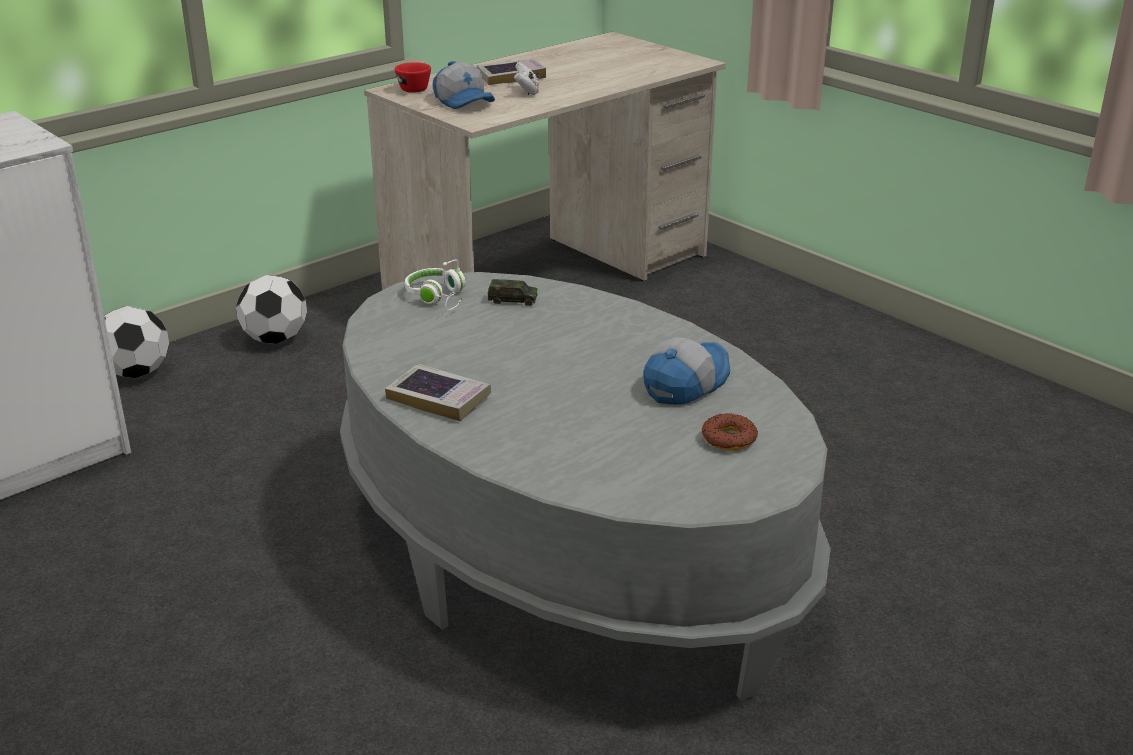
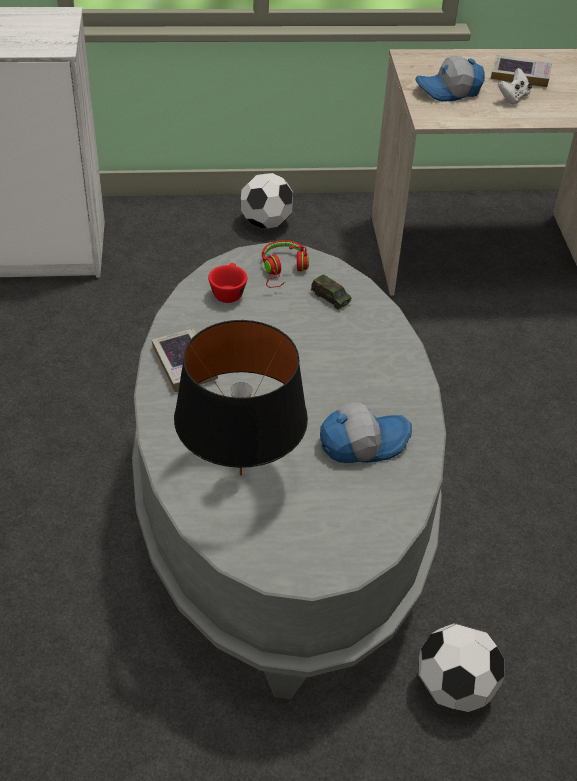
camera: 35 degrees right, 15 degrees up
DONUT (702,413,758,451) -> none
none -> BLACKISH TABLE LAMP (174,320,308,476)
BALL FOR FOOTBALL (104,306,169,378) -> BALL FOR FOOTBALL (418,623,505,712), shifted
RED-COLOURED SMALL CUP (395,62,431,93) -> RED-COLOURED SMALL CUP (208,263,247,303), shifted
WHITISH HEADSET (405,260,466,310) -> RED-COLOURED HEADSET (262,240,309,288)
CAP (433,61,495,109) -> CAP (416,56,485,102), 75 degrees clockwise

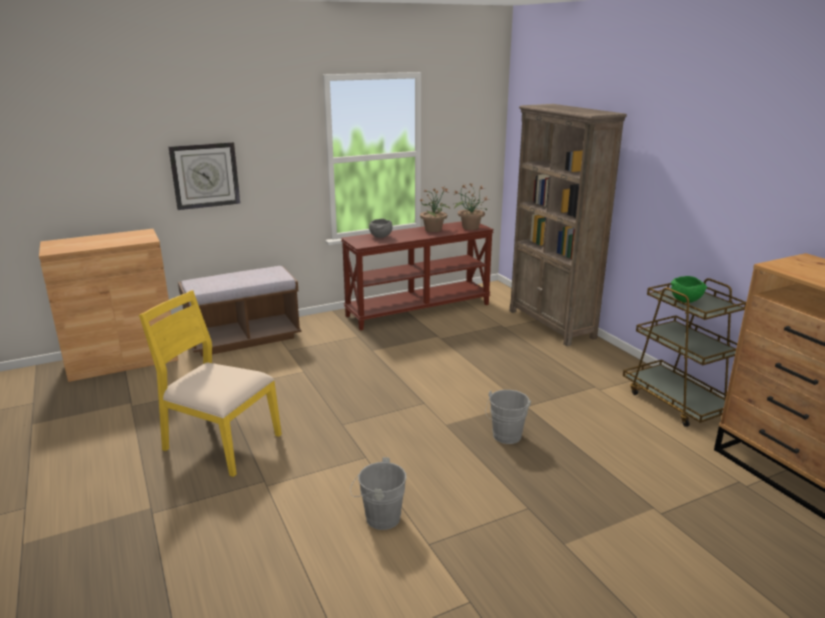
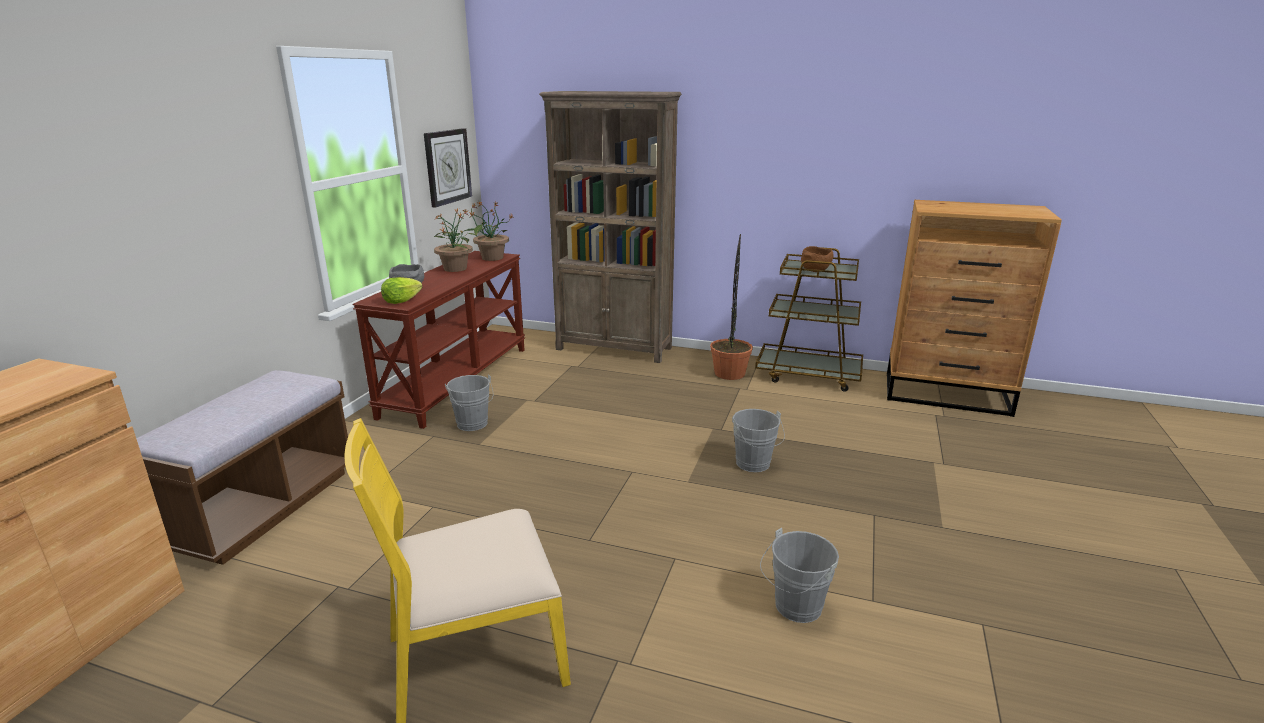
camera: 45 degrees left, 0 degrees up
none -> HEAD OF LETTUCE (381,277,422,304)
none -> GREYISH PAIL (445,374,493,431)
none -> POTTED PLANT (710,234,753,380)
HANGING CLOCK (168,142,240,210) -> HANGING CLOCK (424,128,472,208), shifted
GREENISH DEEP DISH (671,276,707,303) -> BROWN DEEP DISH (801,246,834,272)

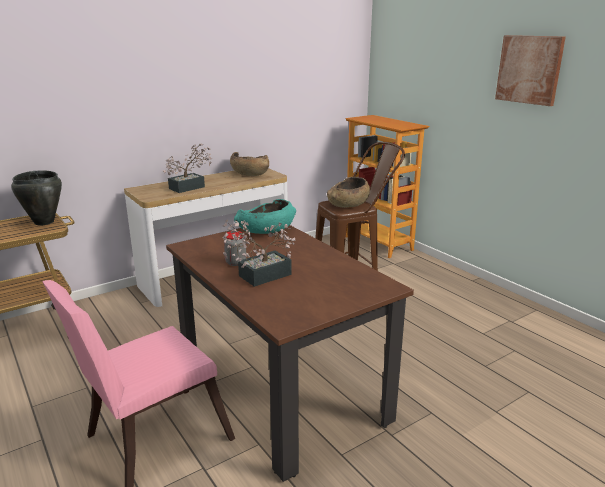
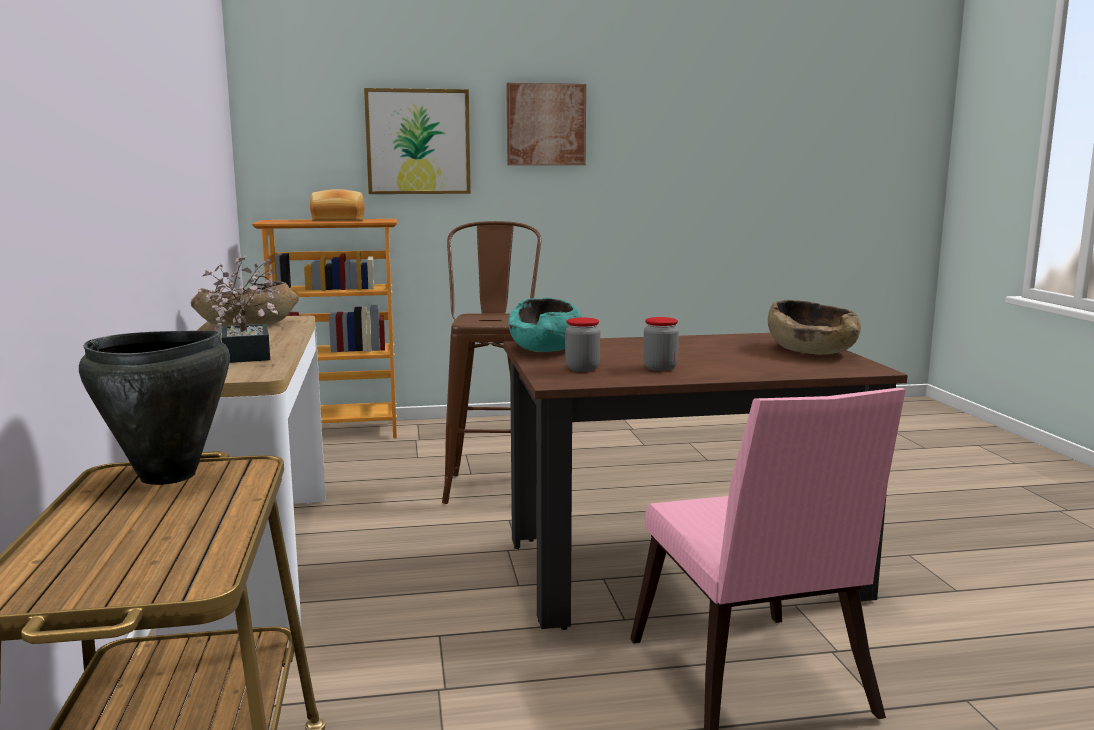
camera: 65 degrees left, 10 degrees down
POTTED PLANT (223,219,295,287) -> none
none -> BREAD (310,189,365,221)
none -> WALL ART (364,88,471,194)
none -> JAR (565,317,600,372)
BROWN DEEP DISH (327,177,370,208) -> BROWN DEEP DISH (768,300,861,355), shifted

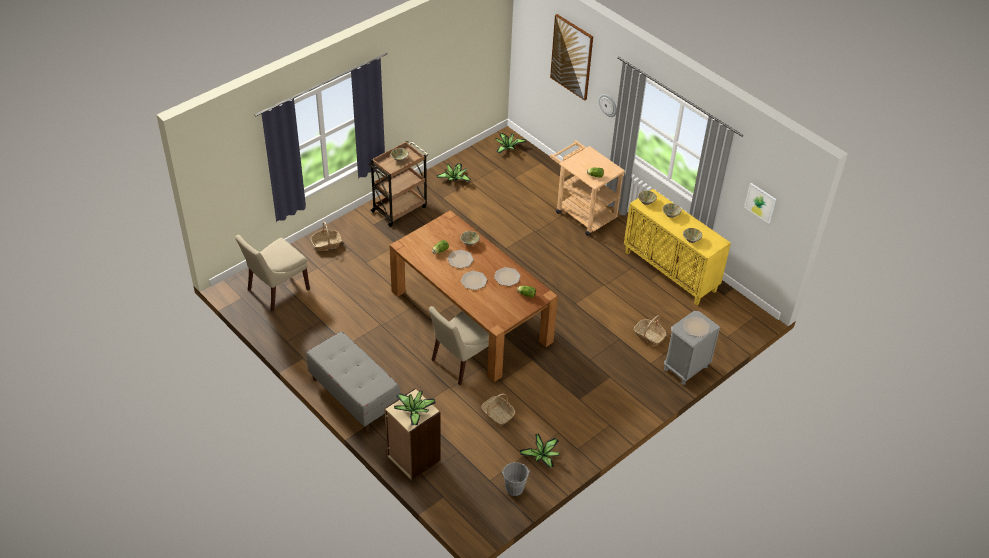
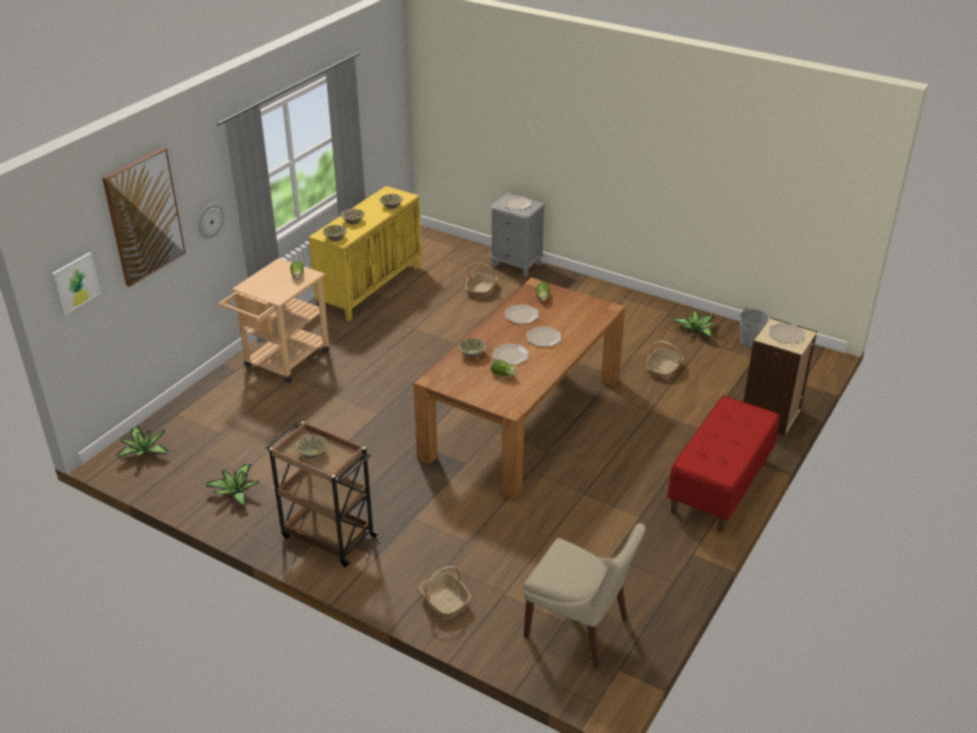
camera: 105 degrees left, 10 degrees down
BEIGE-COLOURED UPRIGHT CHAIR (429,306,489,385) -> none
WALL ART (744,183,776,224) -> WALL ART (52,252,101,315), shifted
POTTED PLANT (394,390,436,425) -> FLAT DISH (769,323,805,343)
GREYISH LONG SEAT (306,331,400,433) -> RED-COLOURED LONG SEAT (667,396,779,532)

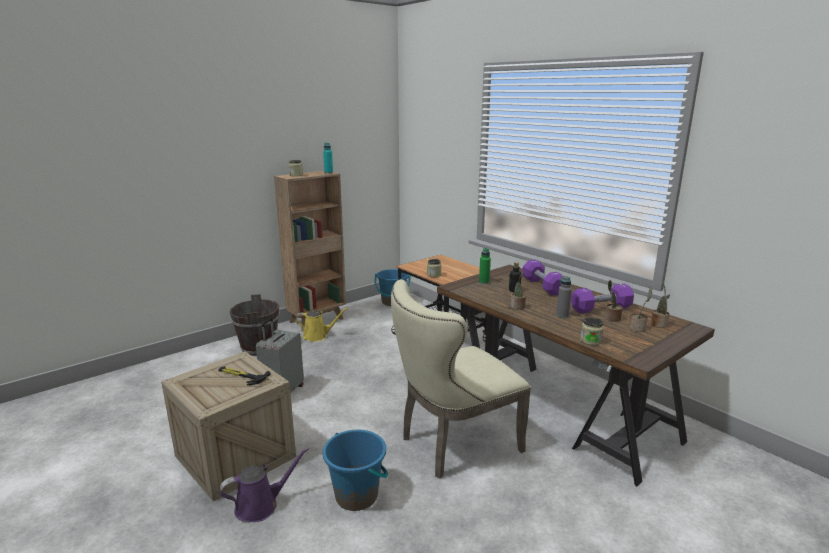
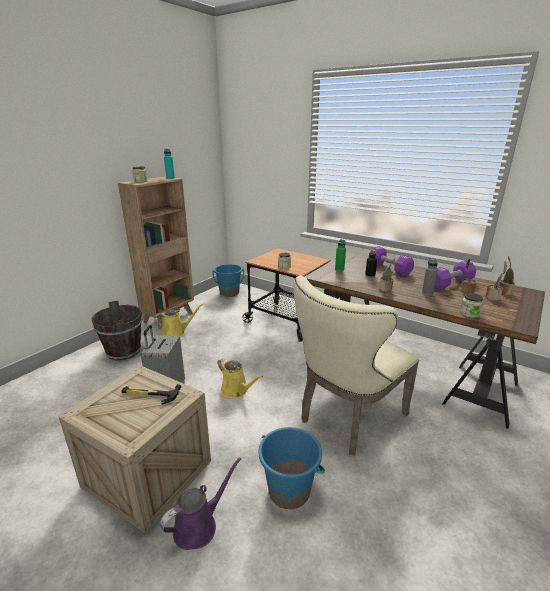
camera: 15 degrees left, 5 degrees up
none -> YELLOW-COLOURED WATERING CAN (217,358,263,398)

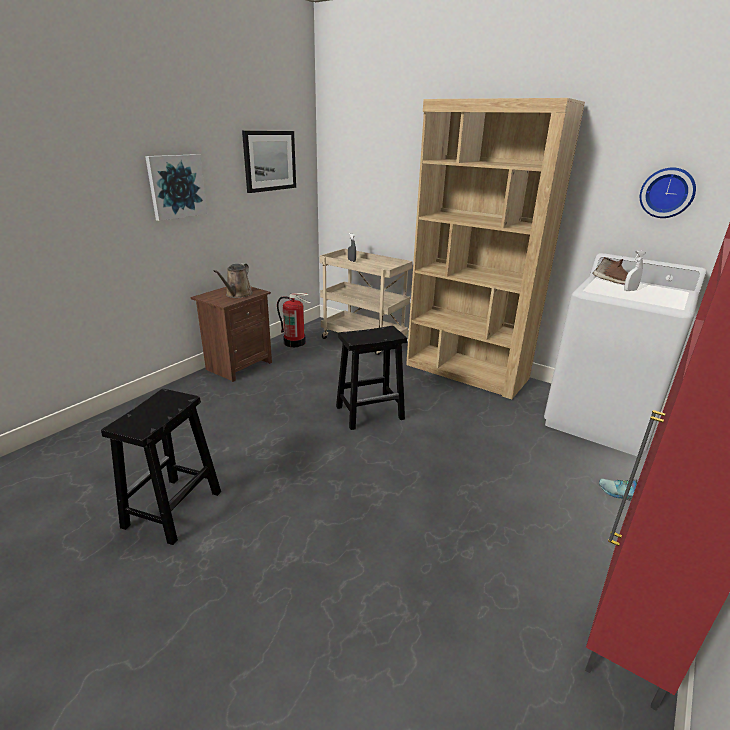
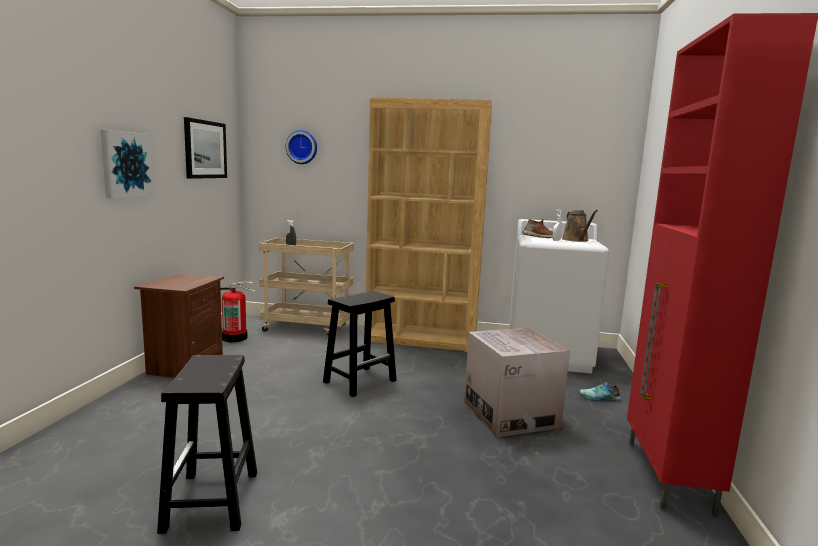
camera: 25 degrees left, 15 degrees down
none -> CARDBOARD BOX (464,328,570,437)
BROWN WATERING CAN (214,263,253,298) -> BROWN WATERING CAN (562,210,598,242), shifted
HANGING CLOCK (640,167,696,218) -> HANGING CLOCK (286,130,317,164), shifted

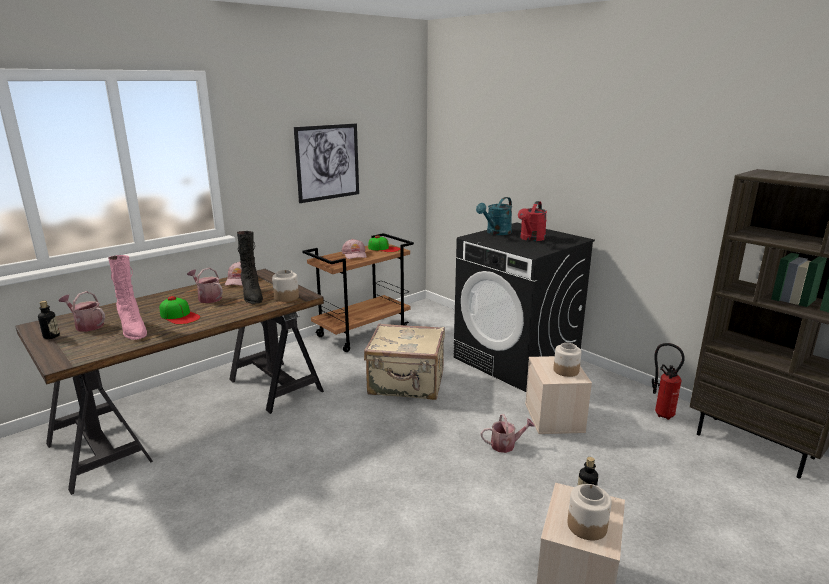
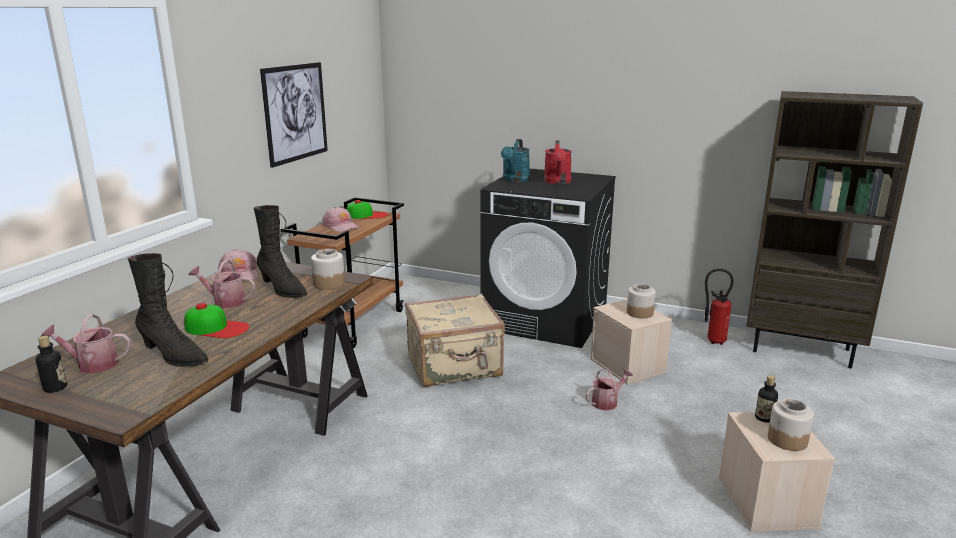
camera: 25 degrees left, 0 degrees up
PINK TALL BOOT (108,255,147,340) -> BLACKISH TALL BOOT (128,253,208,367)

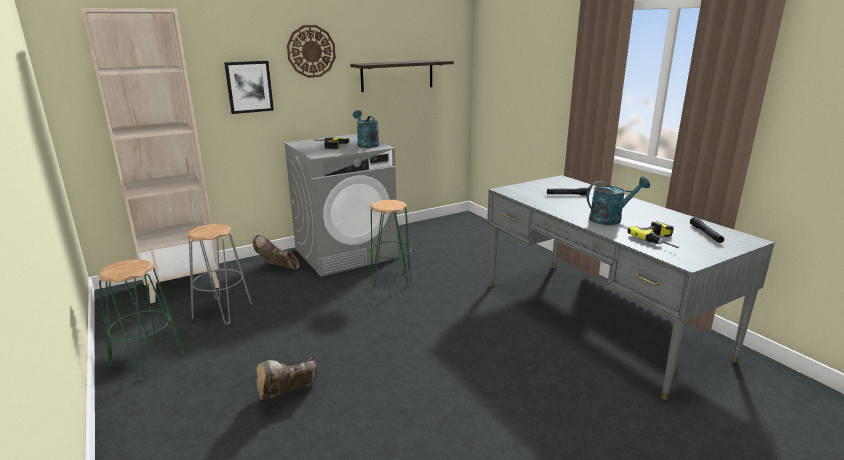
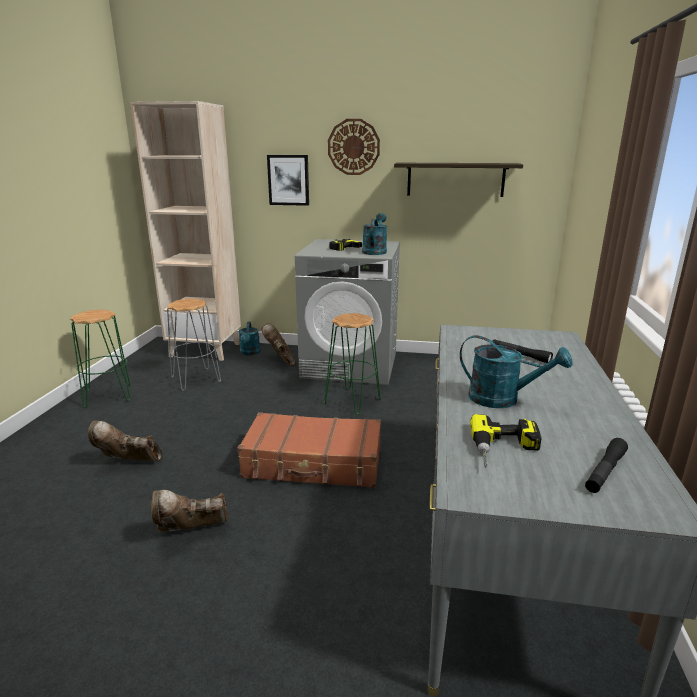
camera: 40 degrees right, 0 degrees up
none -> BROWN TALL BOOT (151,490,228,532)
none -> BROWN PIECE OF LUGGAGE (237,412,381,488)
none -> TURQUOISE WATERING CAN (239,322,261,355)

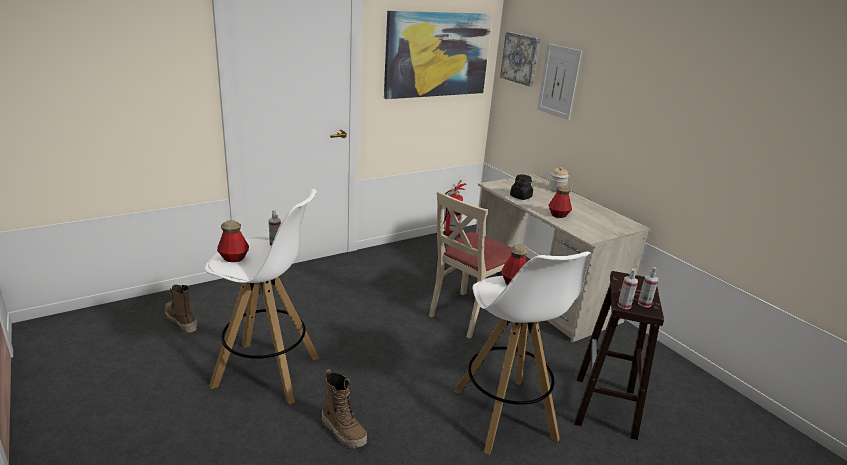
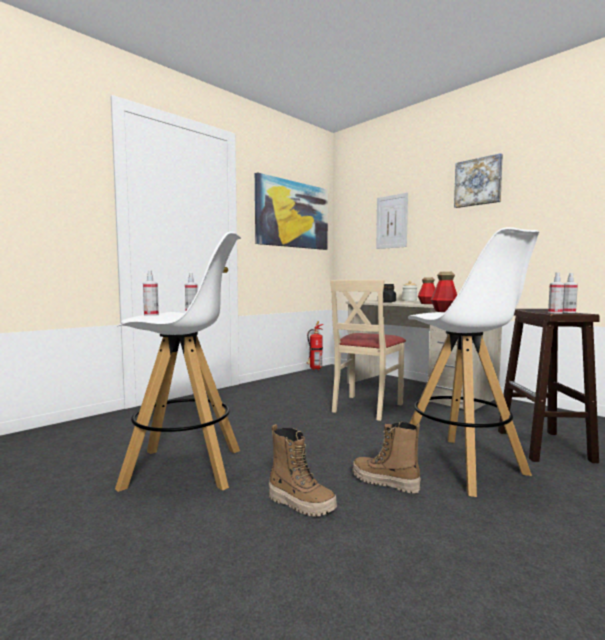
camera: 10 degrees left, 20 degrees down
TALL BOOT (164,285,197,333) -> TALL BOOT (352,422,421,493), shifted
WALL ART (500,32,540,86) -> WALL ART (454,153,503,208), shifted
BEVERAGE BOTTLE (217,220,249,262) -> SPRAYER (143,270,159,316)

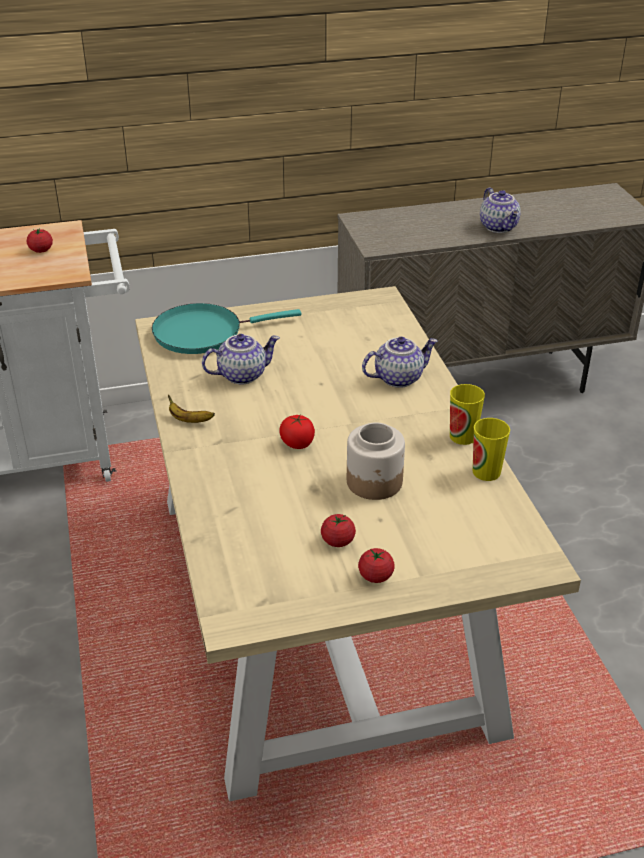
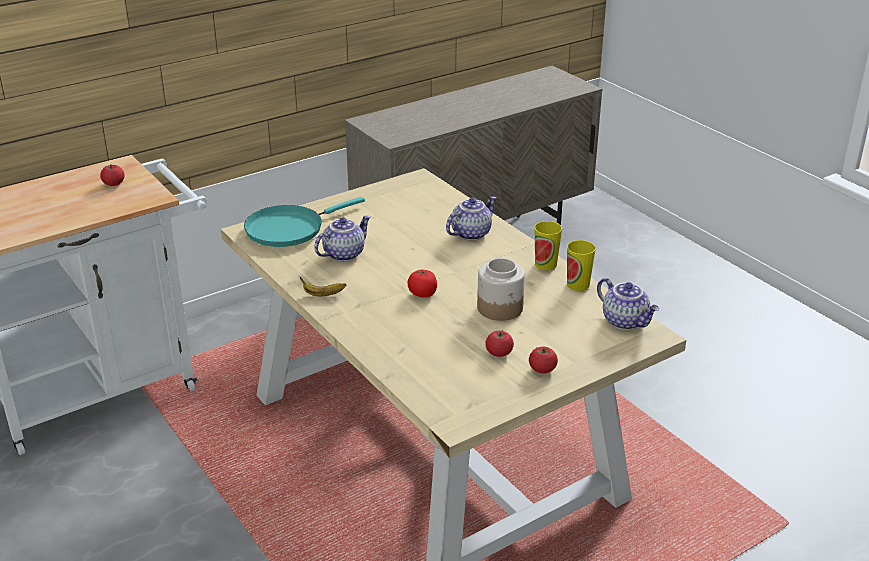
camera: 20 degrees left, 5 degrees down
TEA POT (480,187,521,233) -> TEA POT (597,278,659,330), shifted

